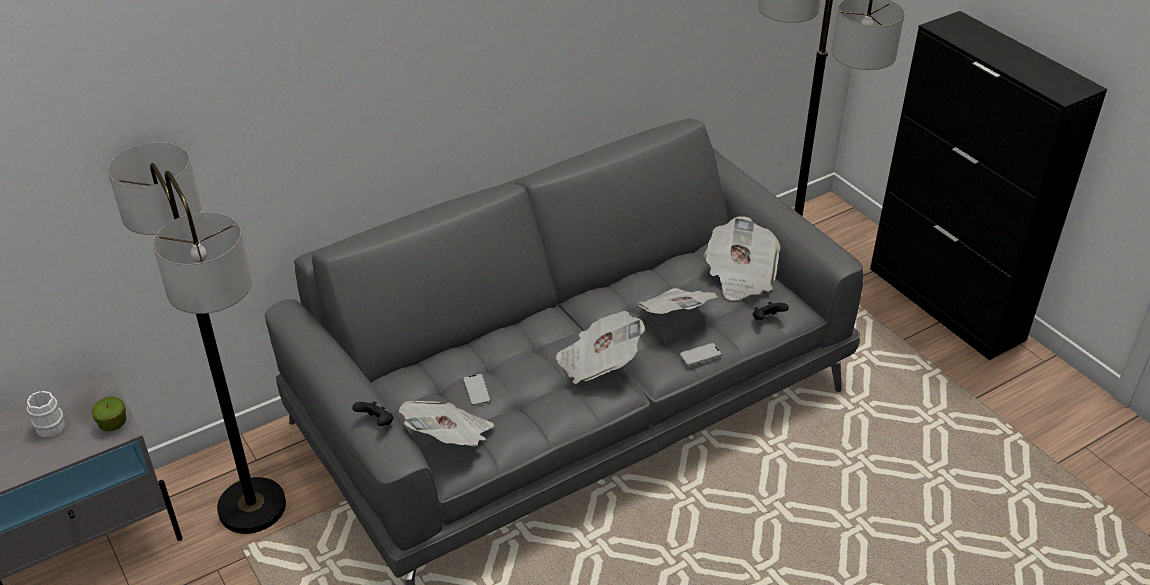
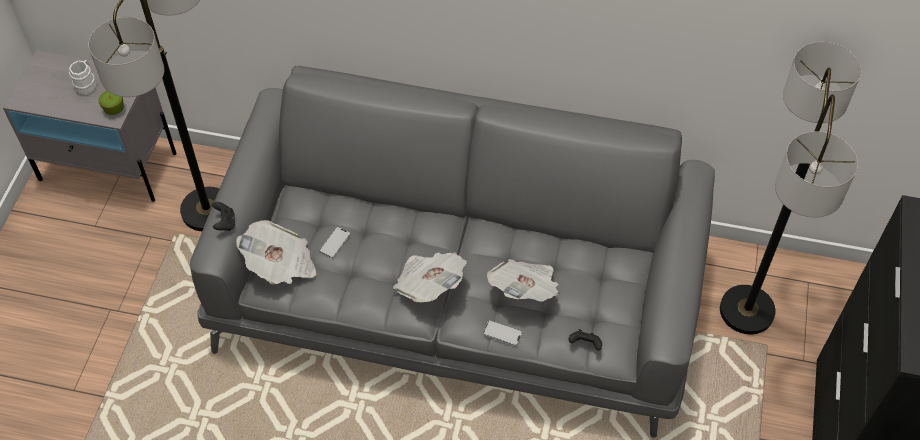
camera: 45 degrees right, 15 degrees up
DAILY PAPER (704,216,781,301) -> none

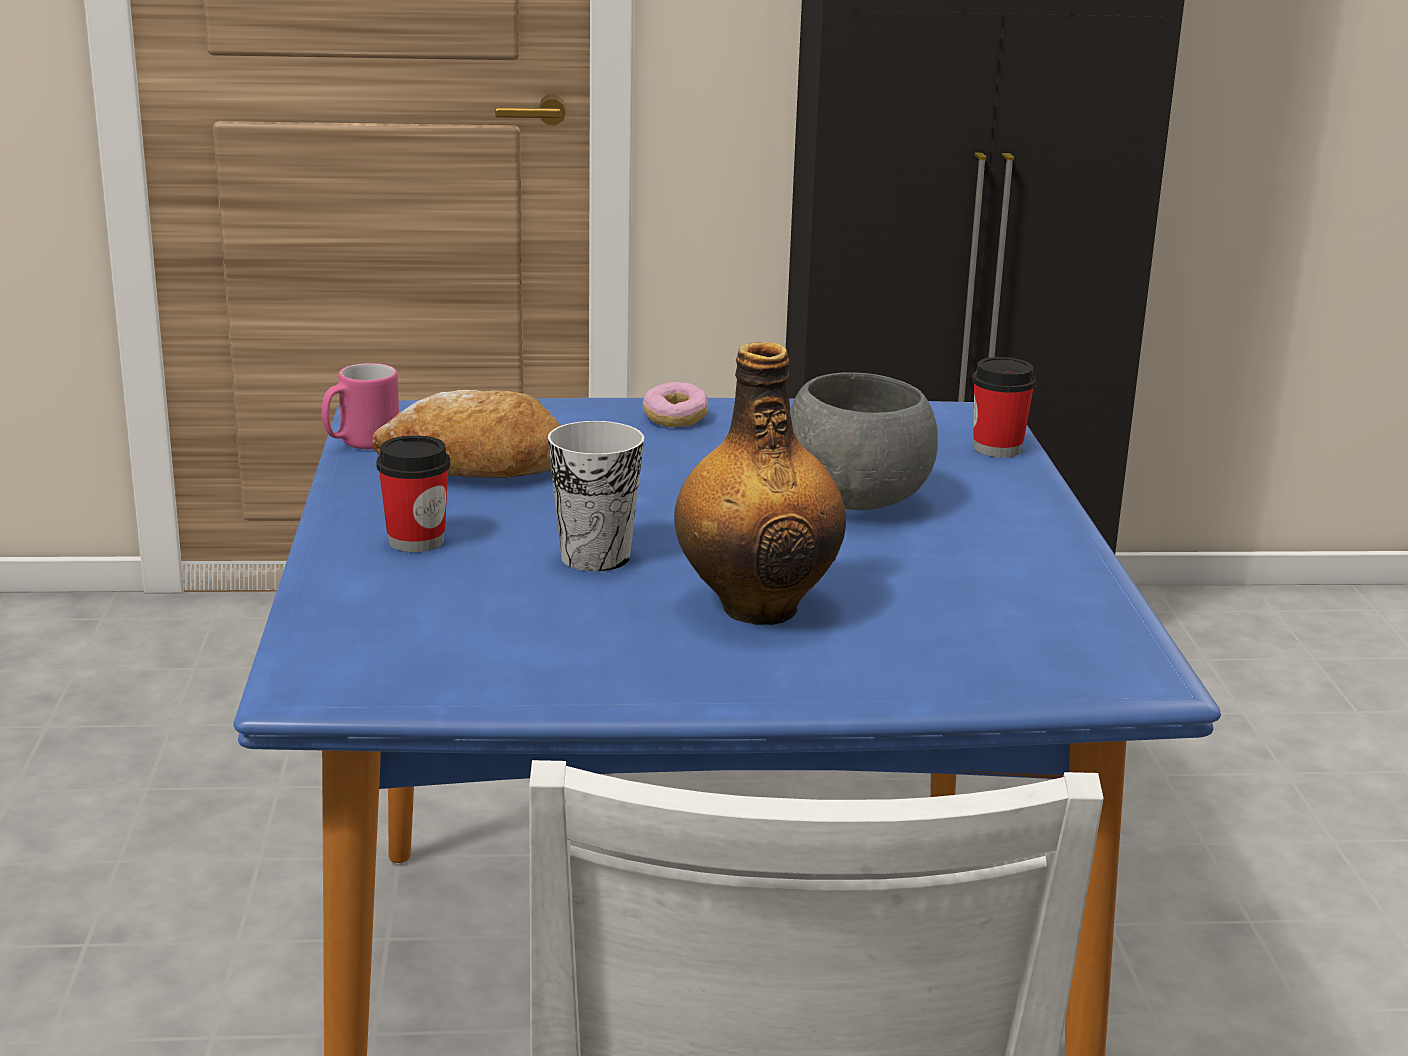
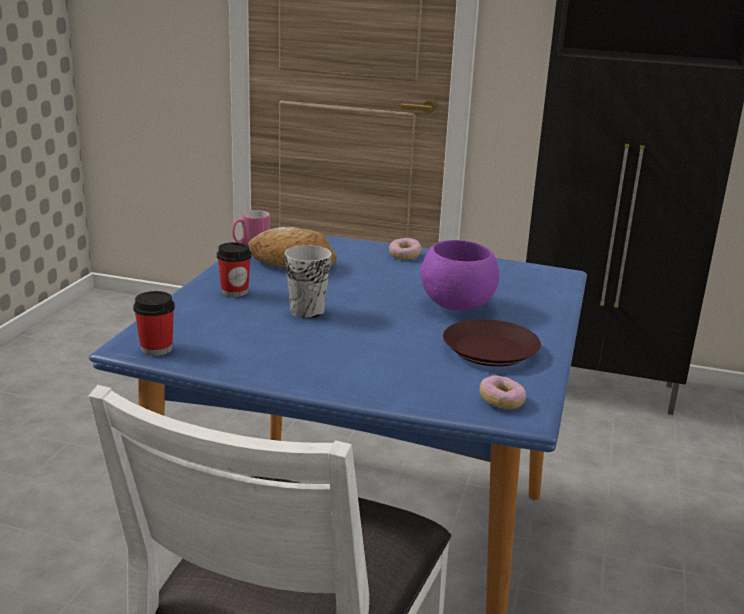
camera: 20 degrees right, 0 degrees up
BEVERAGE BOTTLE (674,342,846,625) -> none
none -> BROWN FLAT DISH (443,319,541,366)
none -> DONUT (479,375,526,409)
SMALL CUP (972,357,1036,457) -> SMALL CUP (133,291,175,356), shifted
GREYISH DEEP DISH (790,372,938,510) -> PURPLE-COLOURED DEEP DISH (420,240,499,311)

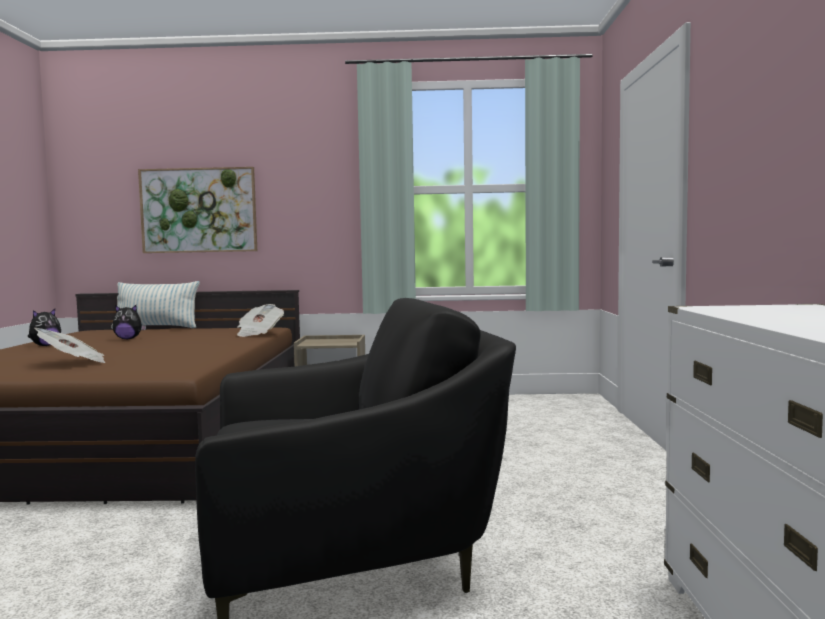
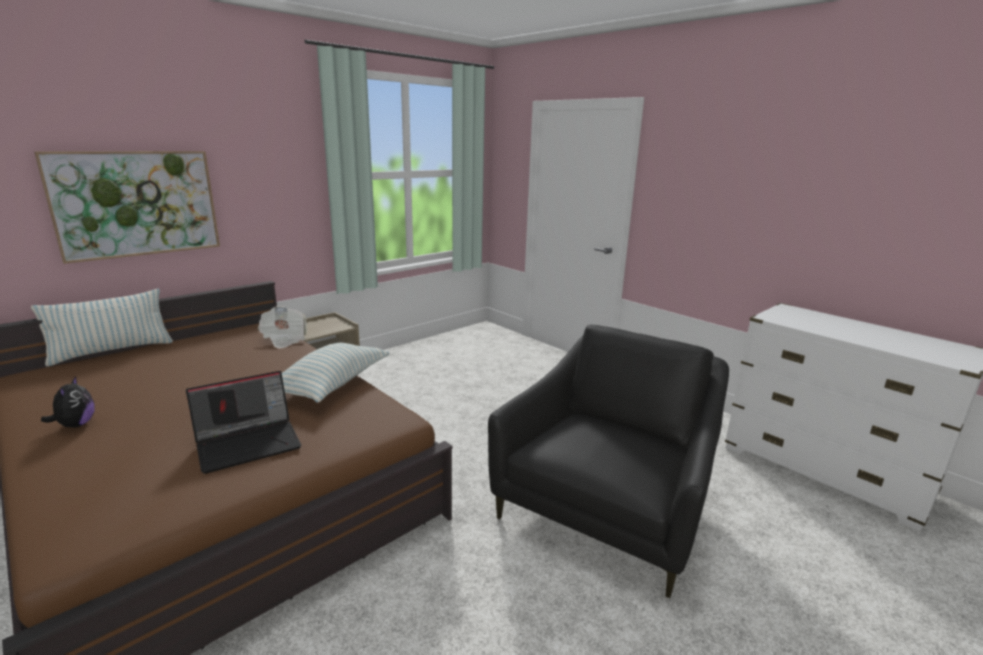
camera: 45 degrees left, 15 degrees up
CUDDLY TOY (112,305,146,339) -> none
none -> CUSHION (282,343,389,403)
DAILY PAPER (35,328,105,363) -> PORTABLE COMPUTER (186,371,301,474)

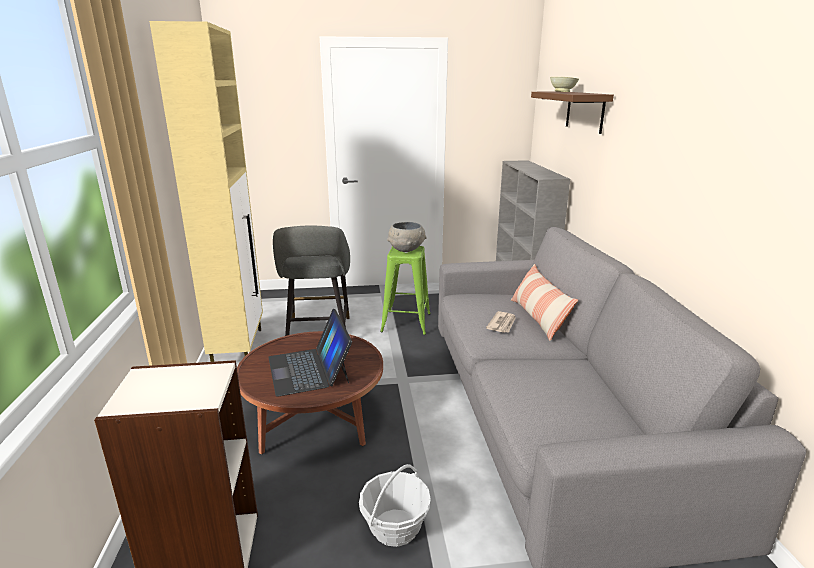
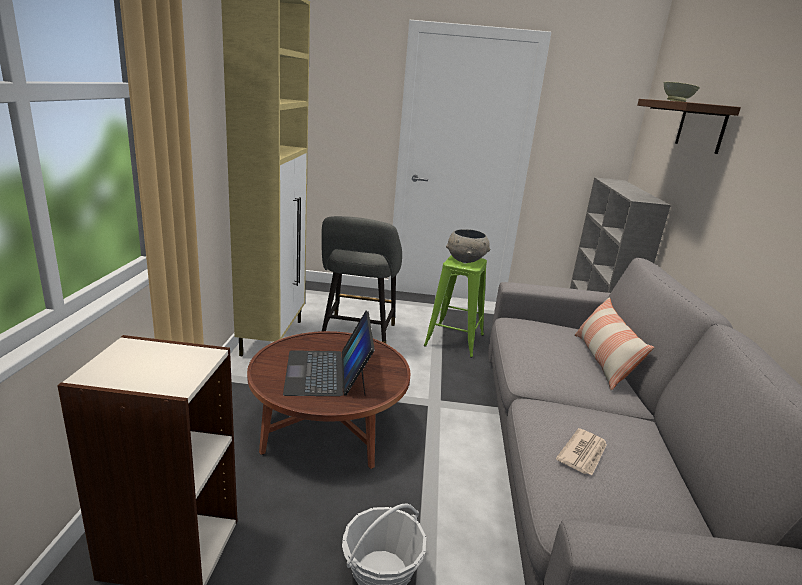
camera: 10 degrees right, 0 degrees up
DAILY PAPER (486,311,516,333) -> DAILY PAPER (556,428,607,475), shifted

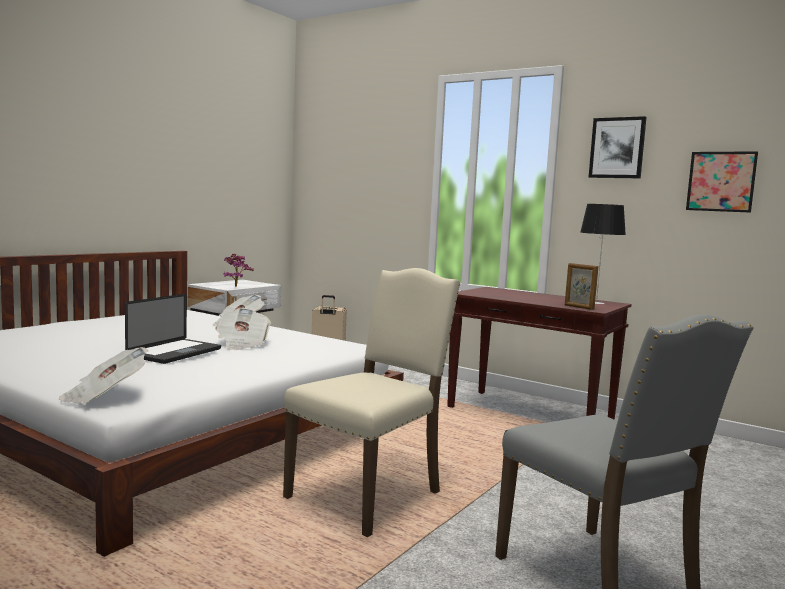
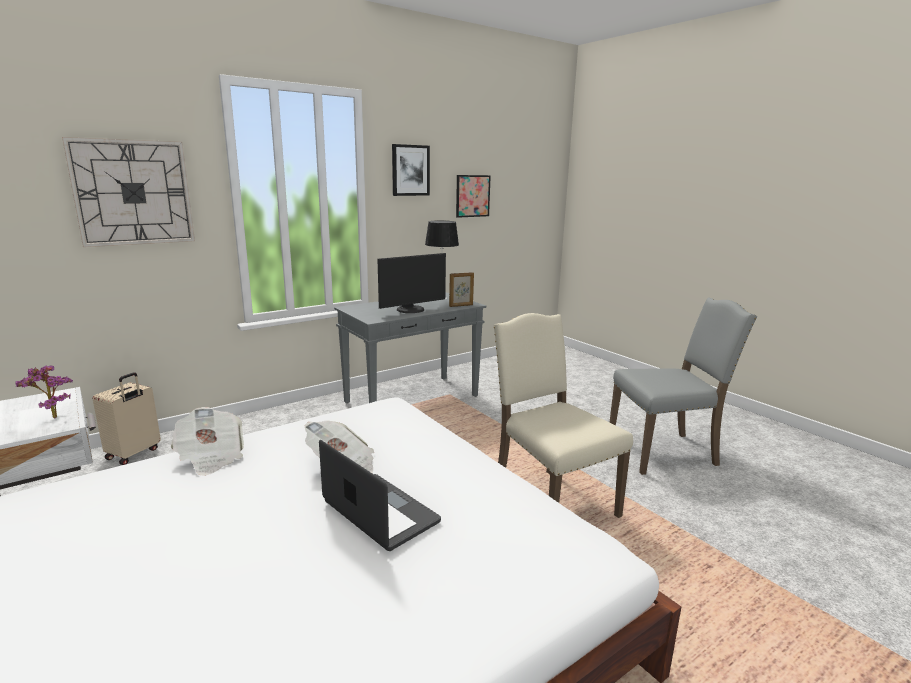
camera: 70 degrees left, 10 degrees up
DAILY PAPER (59,347,148,404) -> none
none -> HANGING CLOCK (62,137,195,247)
none -> COMPUTER SCREEN (377,253,446,313)
BROWN HALL TABLE (447,287,632,420) -> GREYISH HALL TABLE (334,292,486,403)

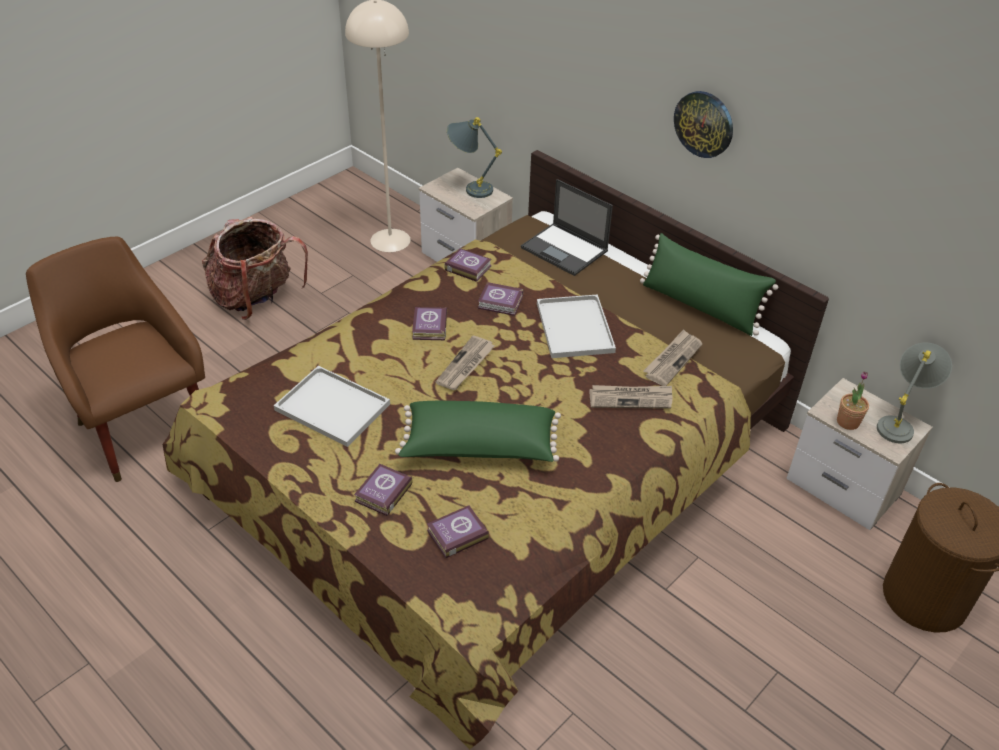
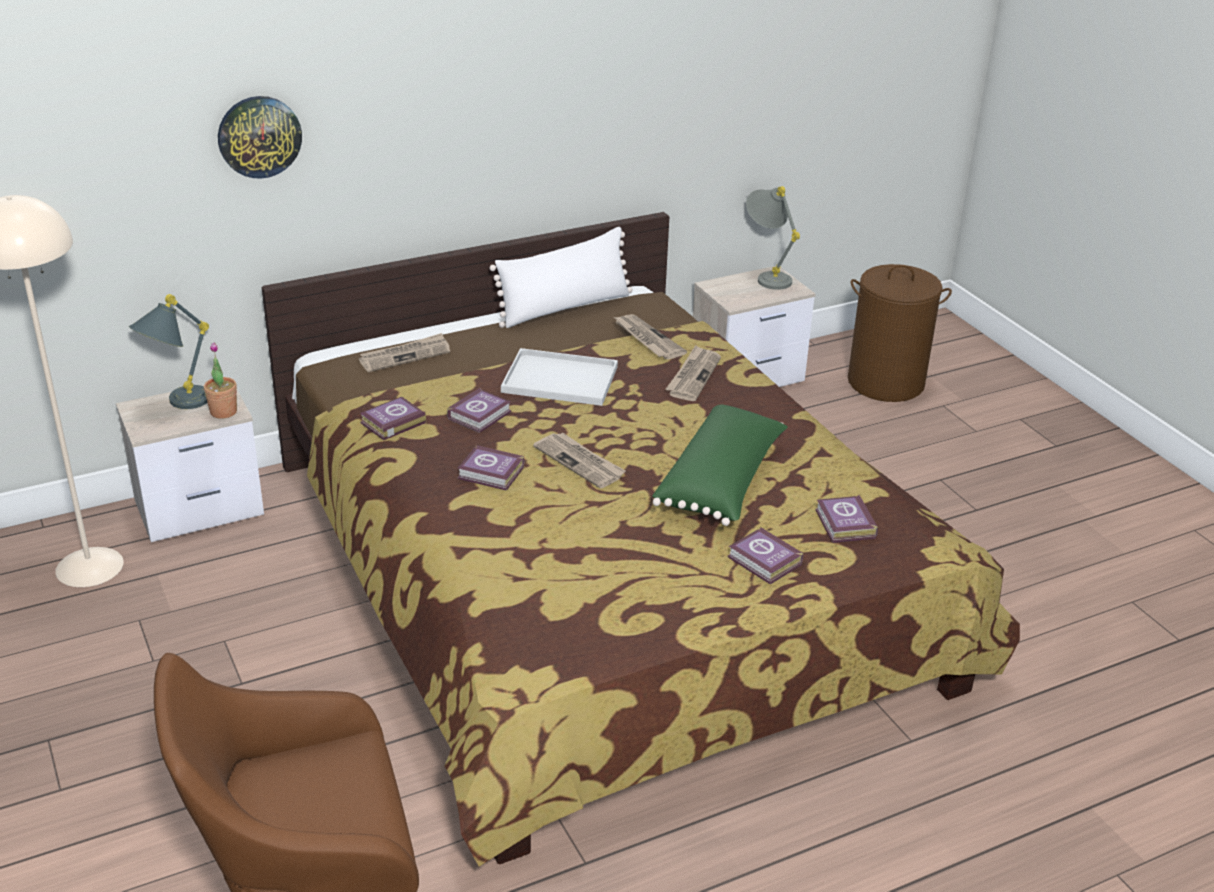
camera: 70 degrees left, 10 degrees down
KNAPSACK (202,217,308,320) -> none
WHITISH SERVING TRAY (274,366,390,447) -> none
HANGING CLOCK (674,91,733,158) -> HANGING CLOCK (218,96,302,179), shifted
POTTED PLANT (837,372,869,430) -> POTTED PLANT (204,342,237,419), shifted
PORTABLE COMPUTER (521,179,613,276) -> DAILY PAPER (359,333,450,372)
GREENISH CUSHION (640,233,778,336) -> WHITISH CUSHION (489,227,633,328)

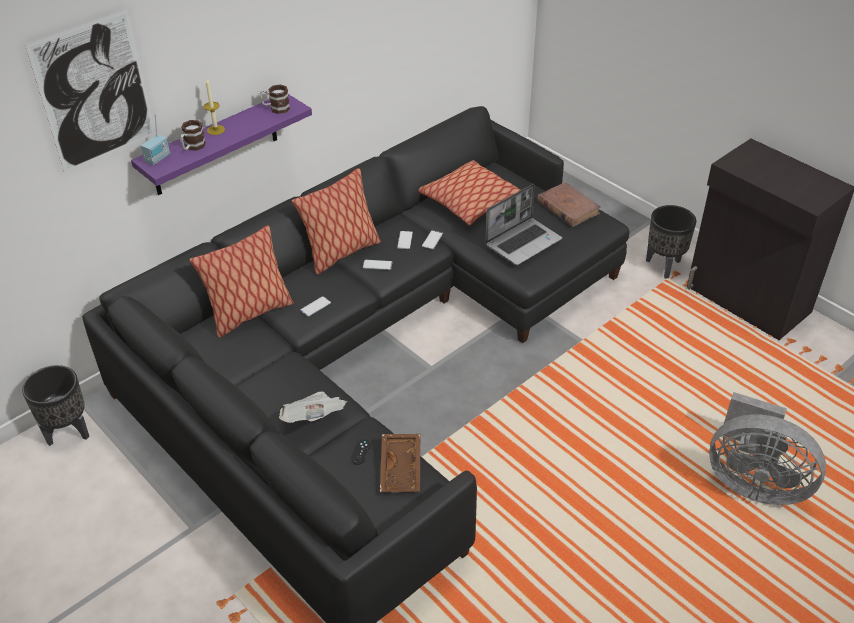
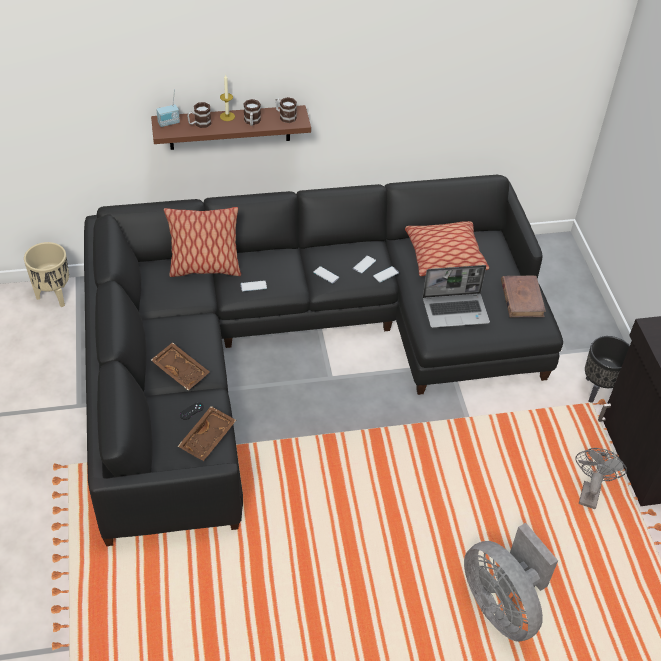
camera: 30 degrees right, 5 degrees up
WALL ART (25,9,156,173) -> none
CUSHION (292,168,381,275) -> none
none -> COFFEE MUG (244,99,261,126)
none -> GREYISH COOLING FAN (575,448,627,509)
DAILY PAPER (279,391,347,423) -> BROWN SERVING TRAY (151,342,210,391)
BLACKISH PLANTER (22,365,89,446) -> BEIGE-COLOURED PLANTER (24,242,69,307)
PURPLE-COLOURED BRACKET SHELF (131,94,312,195) -> BROWN BRACKET SHELF (151,105,311,150)

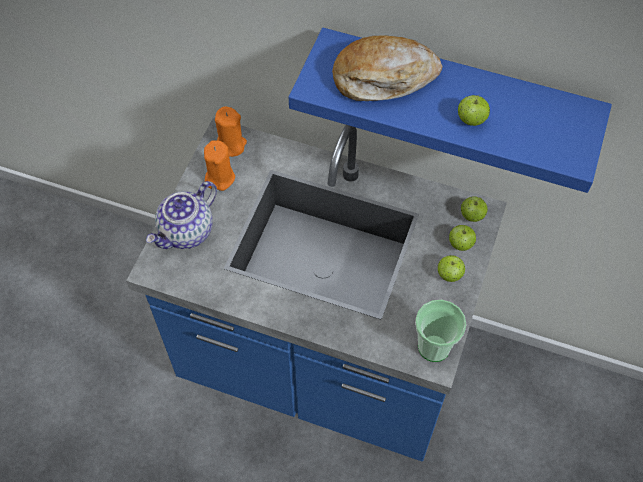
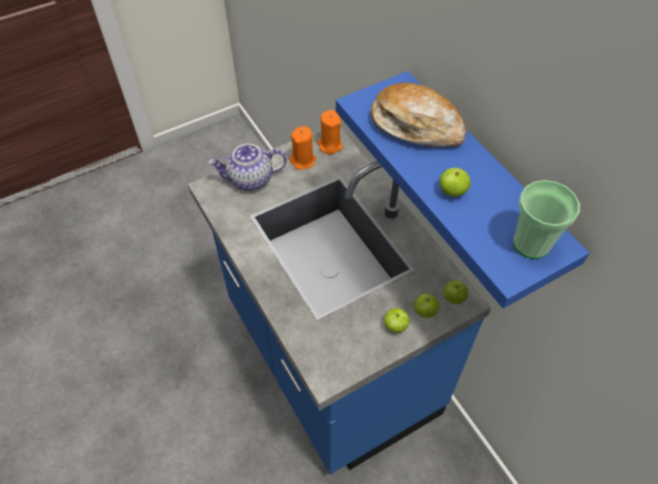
camera: 40 degrees right, 5 degrees down
SMALL CUP (415,300,467,362) -> SMALL CUP (513,180,580,259), shifted

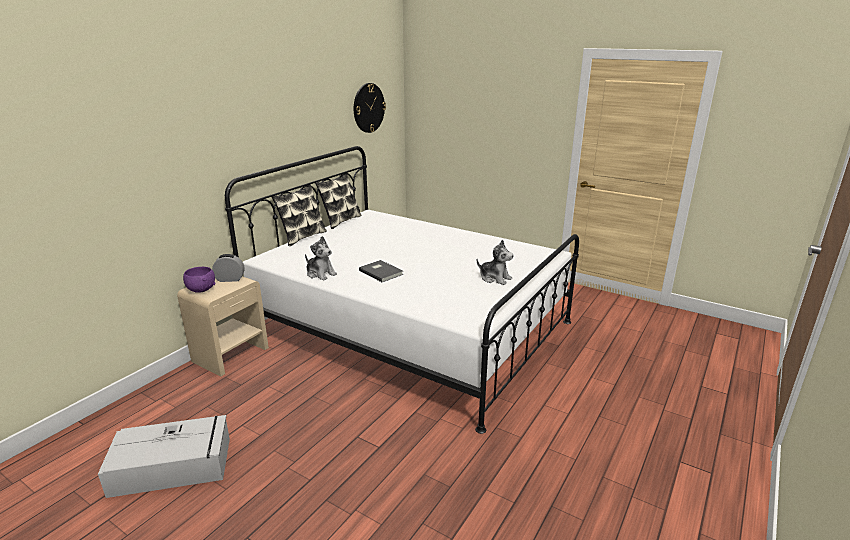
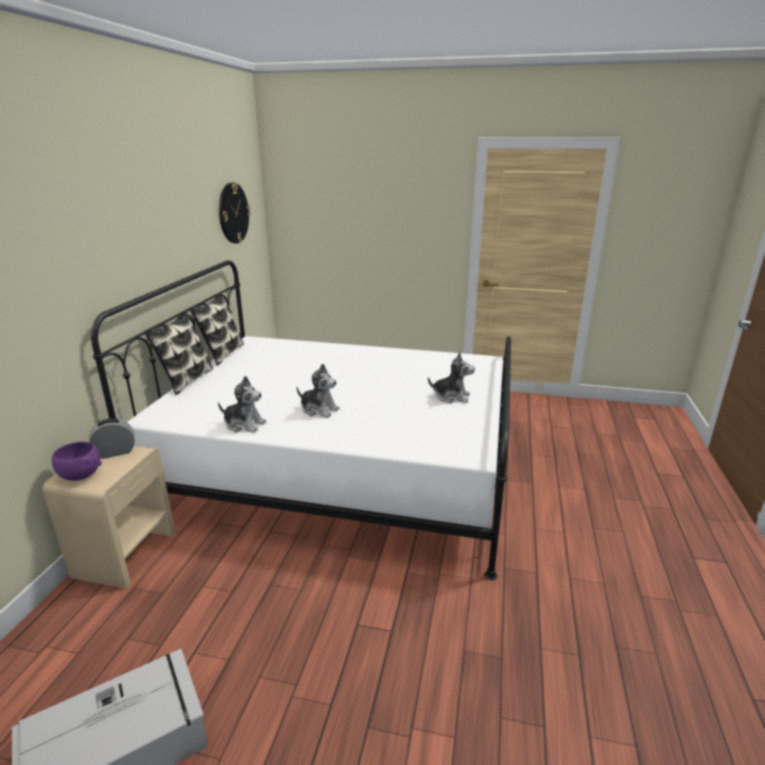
camera: 20 degrees left, 0 degrees up
GREYISH BOUND BOOK (359,260,404,282) -> CUDDLY TOY (296,363,340,418)

